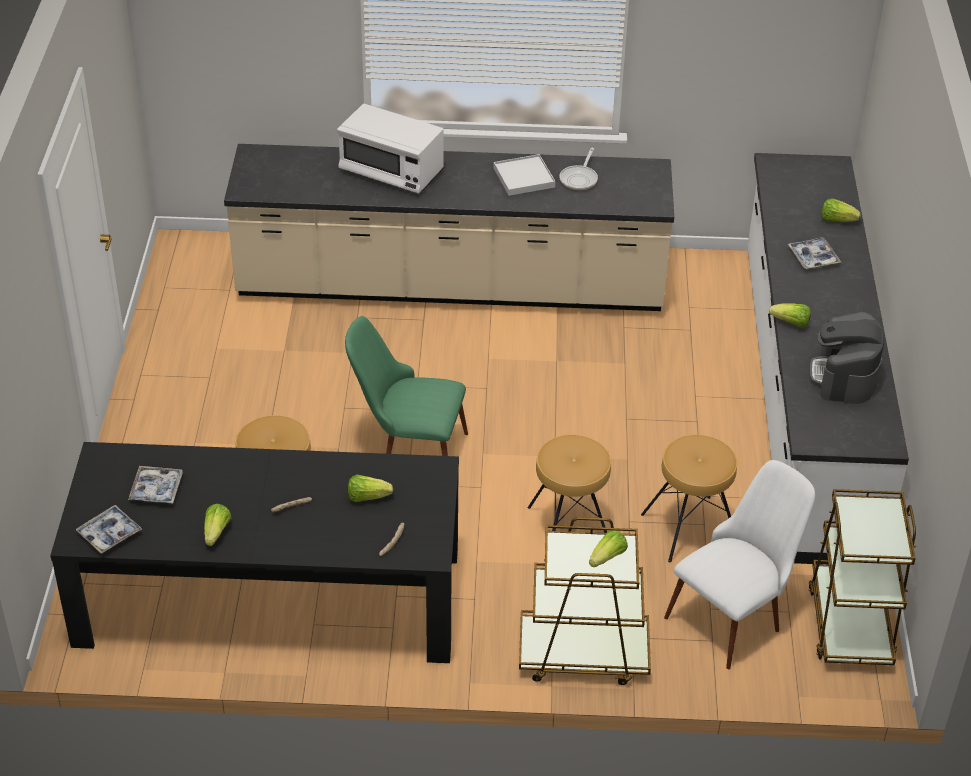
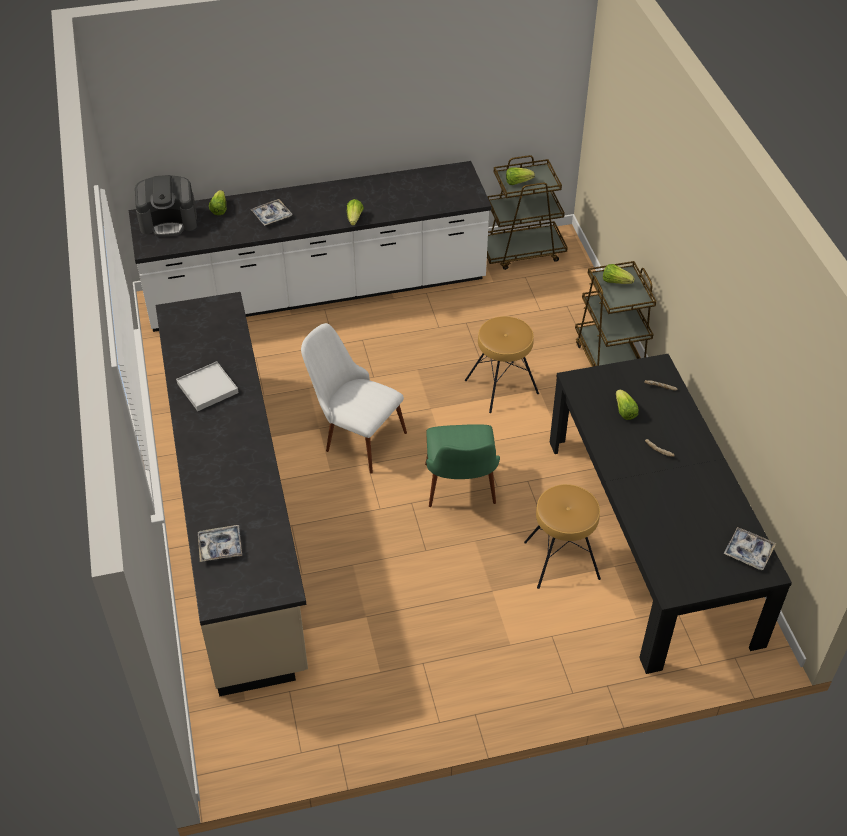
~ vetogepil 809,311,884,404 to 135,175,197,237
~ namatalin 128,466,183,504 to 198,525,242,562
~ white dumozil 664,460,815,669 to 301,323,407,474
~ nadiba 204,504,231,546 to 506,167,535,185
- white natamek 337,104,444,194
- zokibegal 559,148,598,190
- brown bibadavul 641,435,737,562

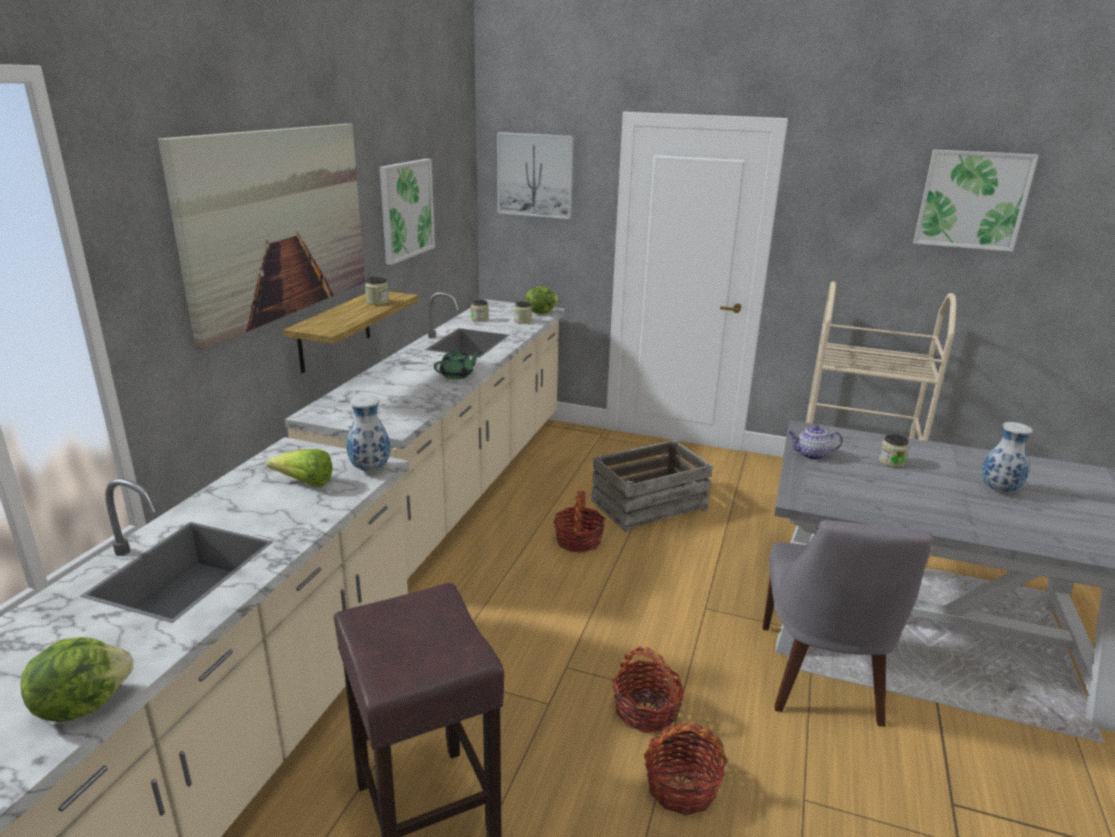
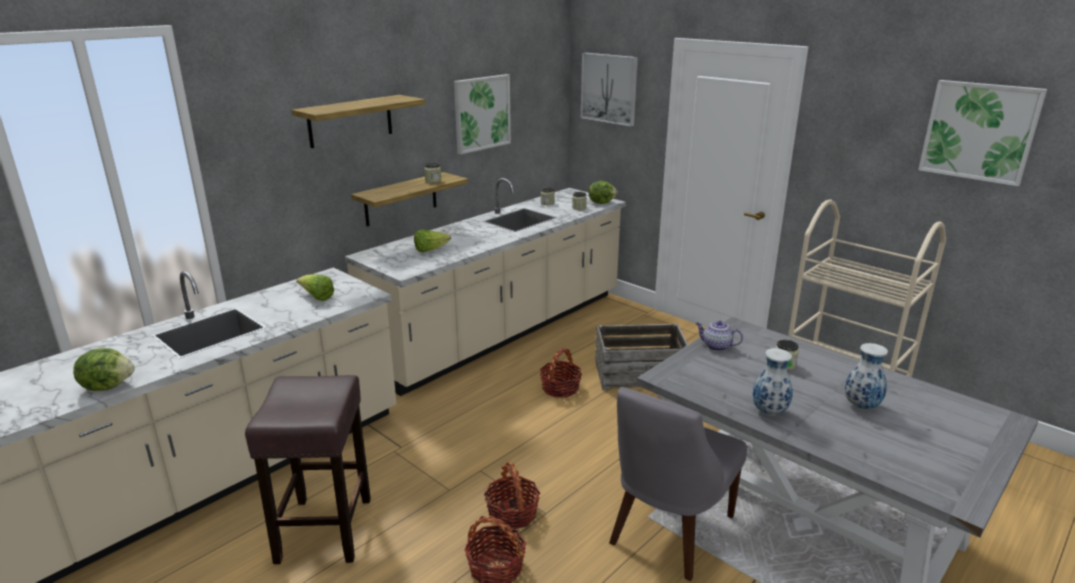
~ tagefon 158,124,365,350 to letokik 291,95,425,148
+ nadiba 414,229,451,252
~ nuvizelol 347,395,391,472 to 753,348,793,416
- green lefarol 434,350,481,379

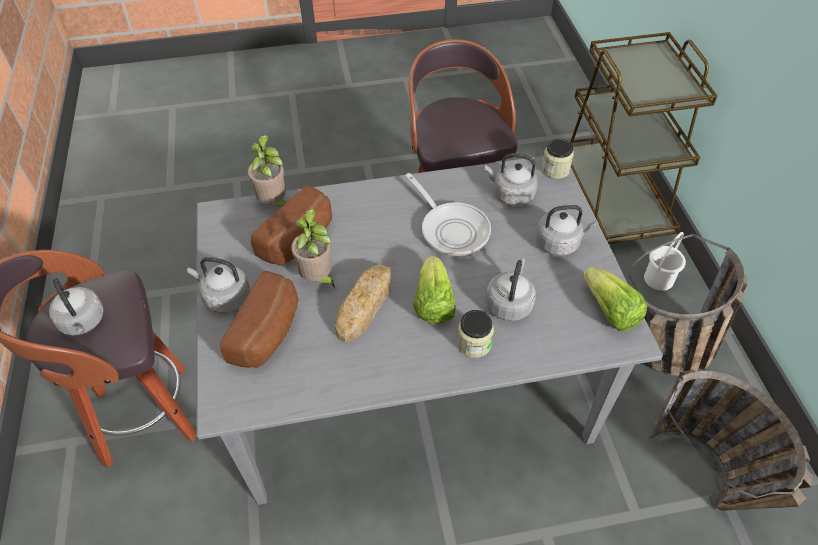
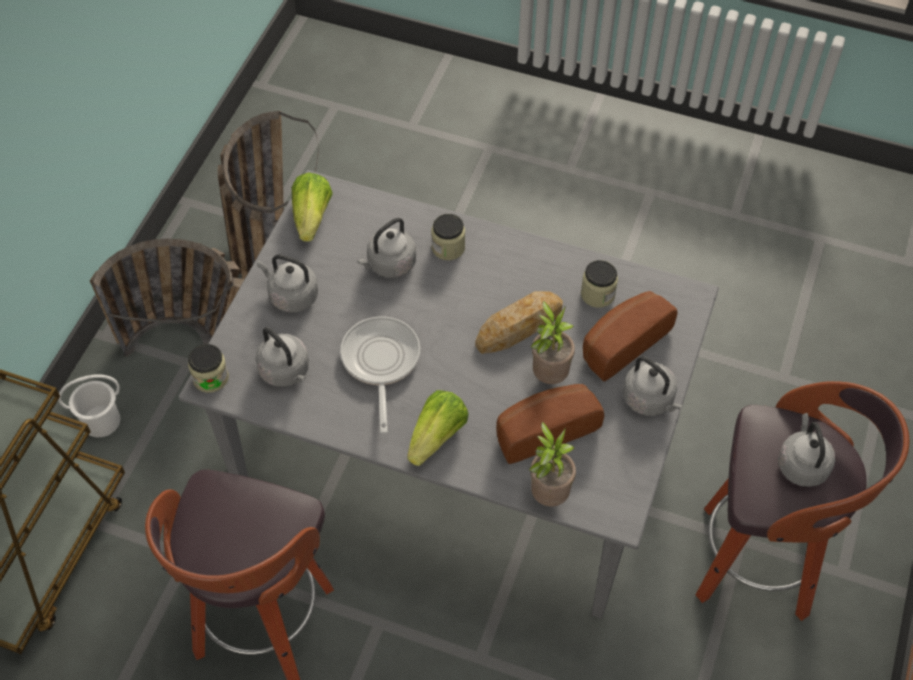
~ nadiba 413,256,456,324 to 407,390,469,466
+ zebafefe 581,260,618,308

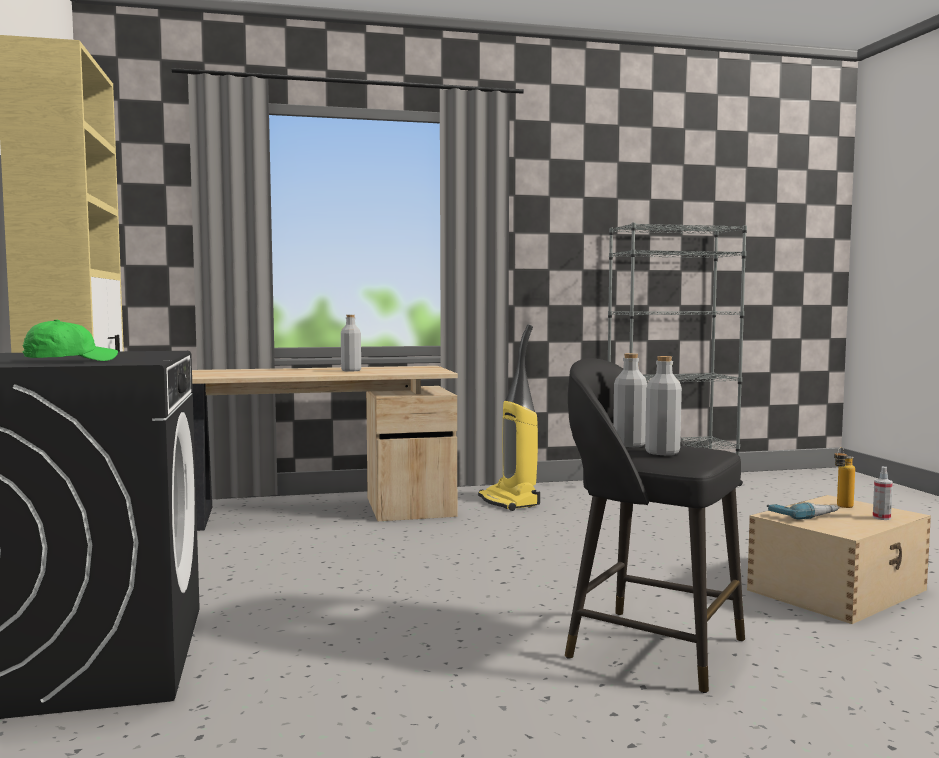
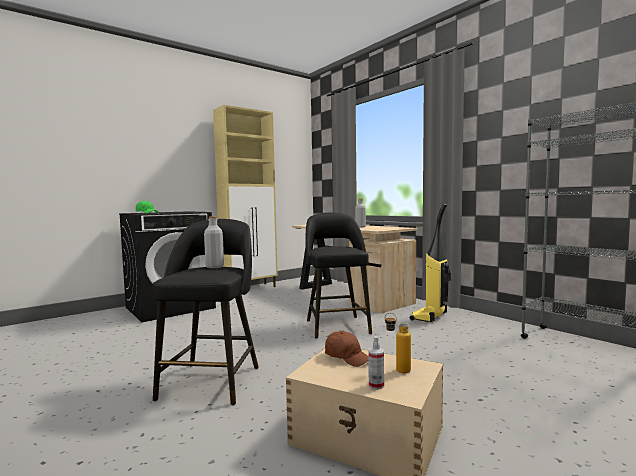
+ black bibadavul 305,213,372,339
~ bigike 767,502,839,519 to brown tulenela 325,331,369,367
- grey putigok 645,356,682,455

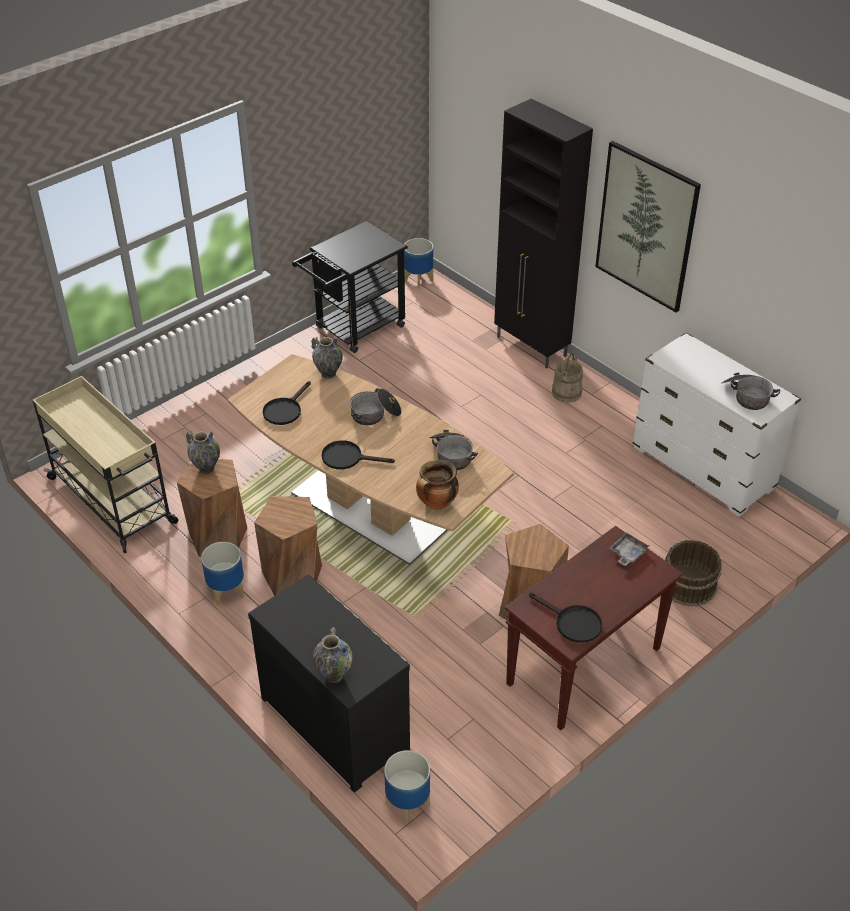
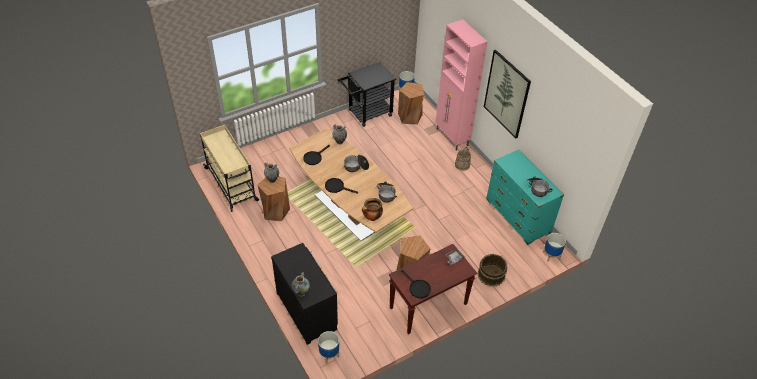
~ brown bibadavul 254,496,322,596 to 398,82,424,125
~ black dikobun 494,98,593,369 to pink dikobun 435,19,488,151
~ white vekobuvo 633,332,801,517 to turquoise vekobuvo 486,149,564,245
~ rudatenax 201,542,244,606 to 543,233,566,262

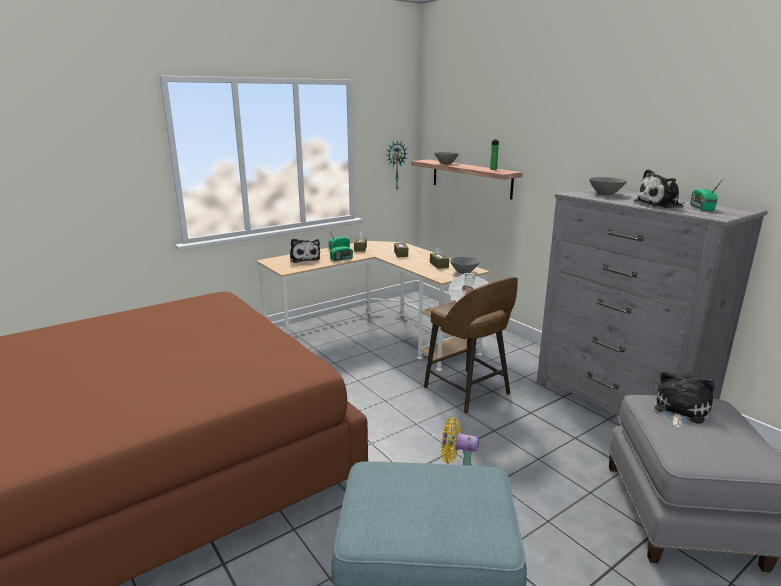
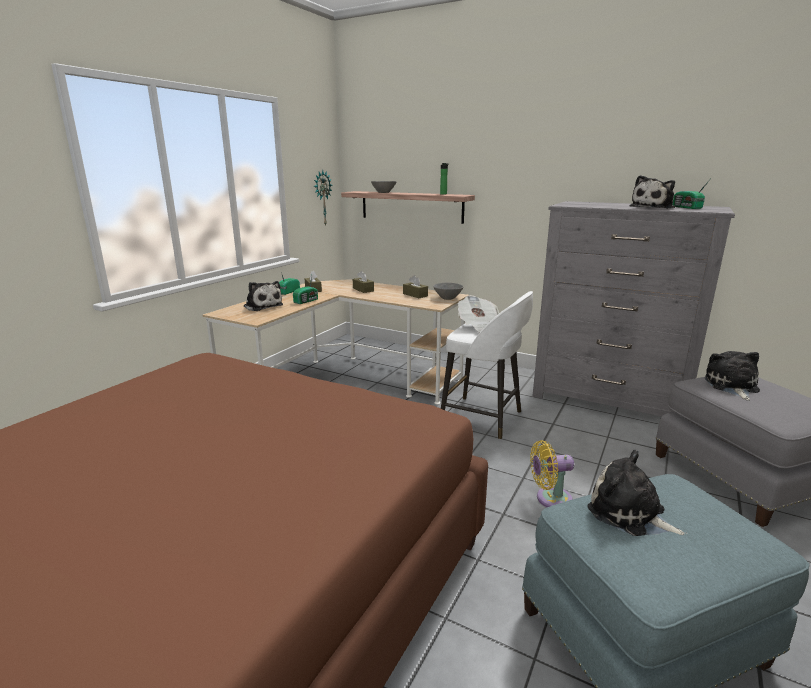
~ brown bibadavul 424,277,518,414 to white bibadavul 441,291,533,439
+ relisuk 587,450,685,536
- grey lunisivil 589,177,627,195

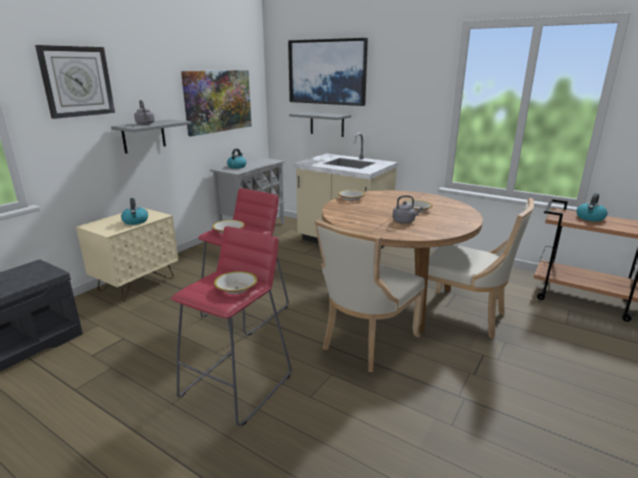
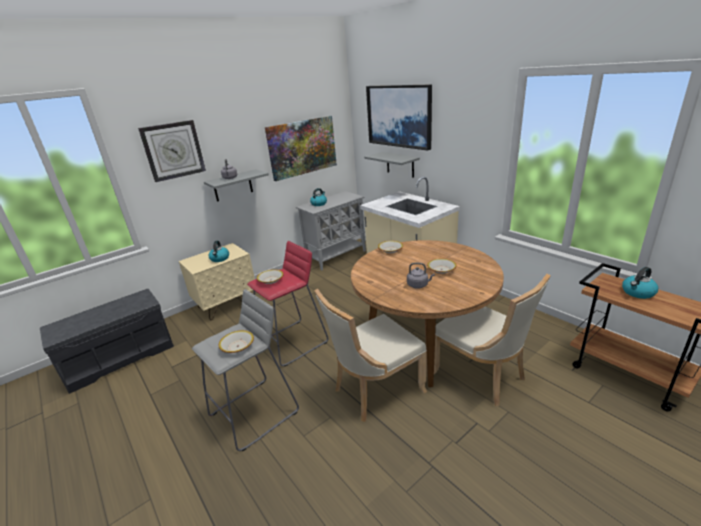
~ red bibadavul 171,226,292,426 to grey bibadavul 192,289,299,451

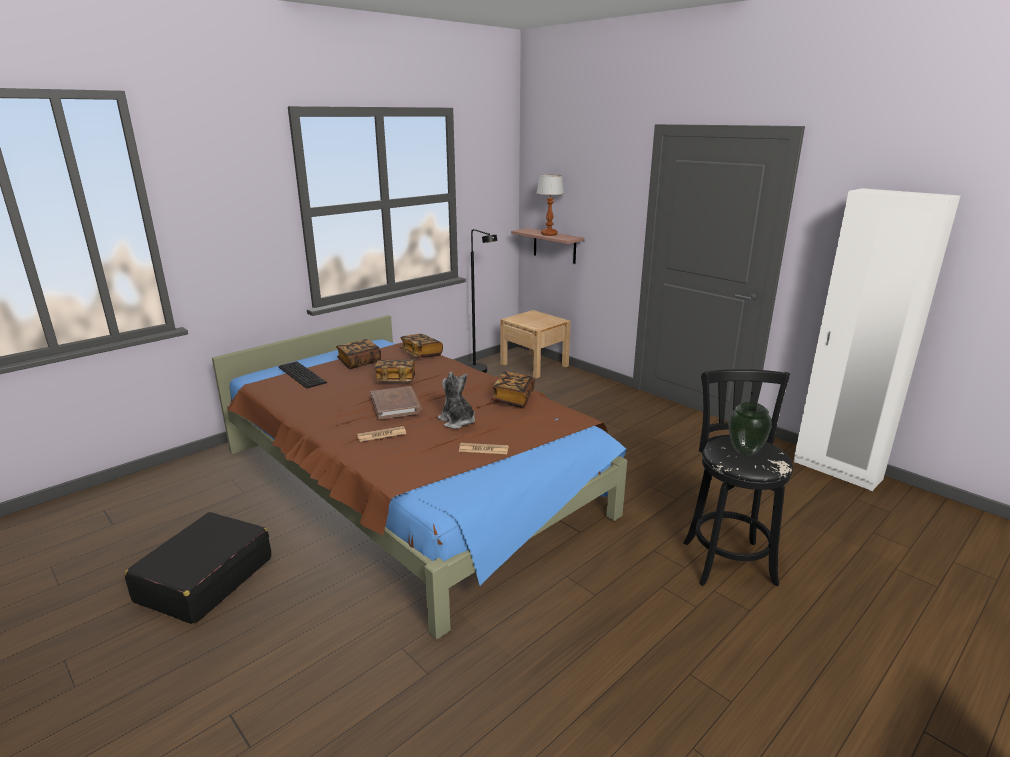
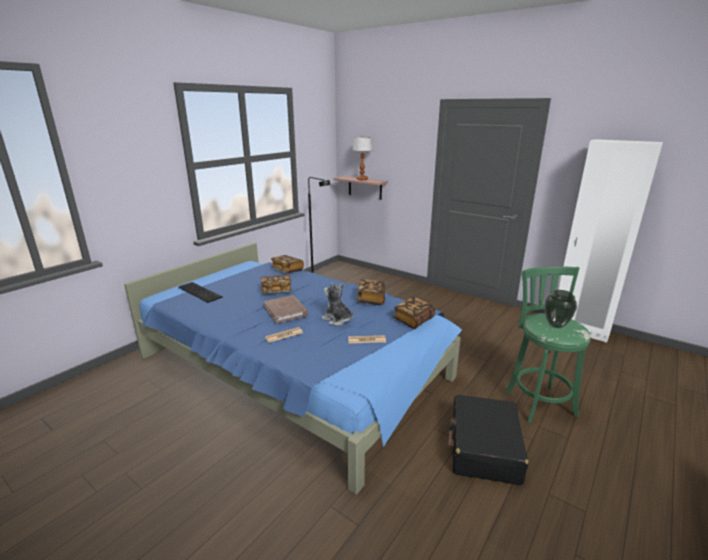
~ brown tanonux 212,315,627,639 to blue tanonux 124,243,462,495
~ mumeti 336,339,381,369 to 393,297,435,329
~ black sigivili 124,512,271,624 to 448,395,528,485
~ black bibadavul 683,369,793,586 to green bibadavul 505,266,591,424
- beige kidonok 500,310,571,378

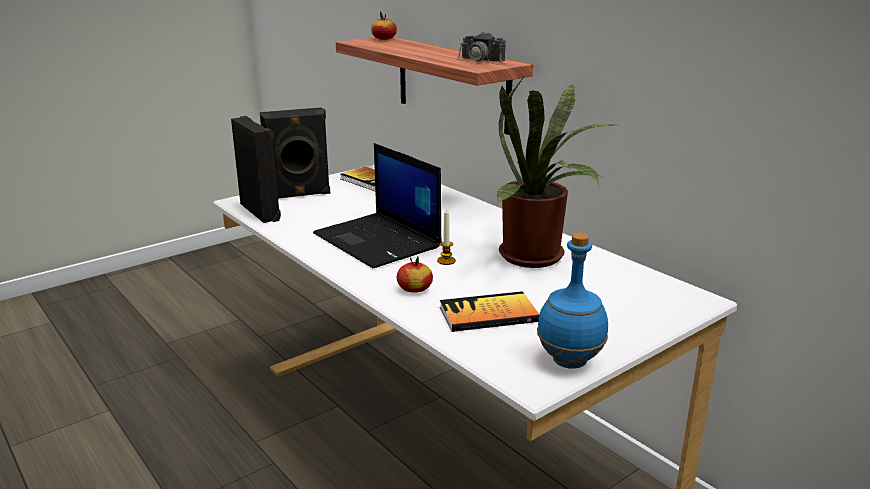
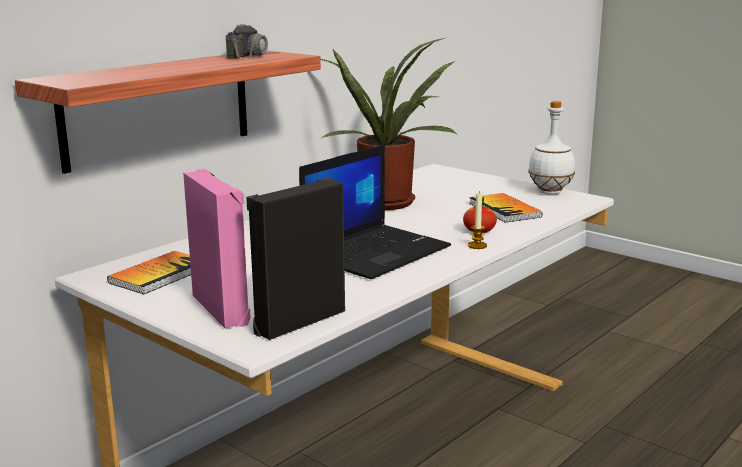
~ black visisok 260,107,330,199 to pink visisok 183,169,251,329
~ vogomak 437,210,456,265 to 468,191,487,249
~ blue putigok 537,233,608,369 to white putigok 528,101,575,194
- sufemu 371,11,397,40

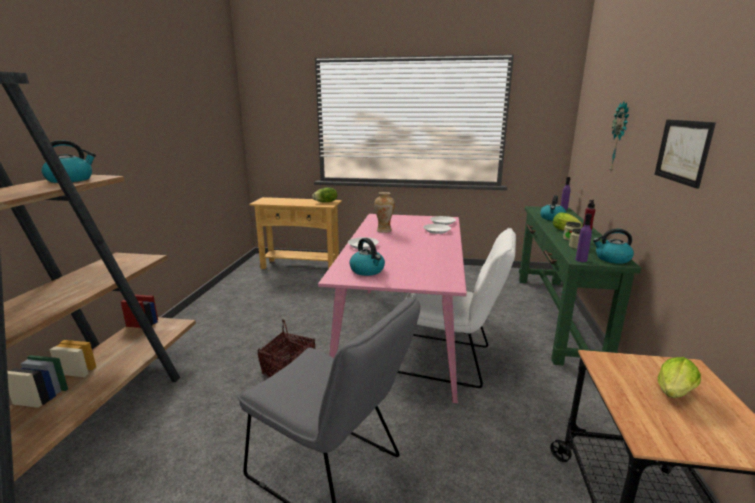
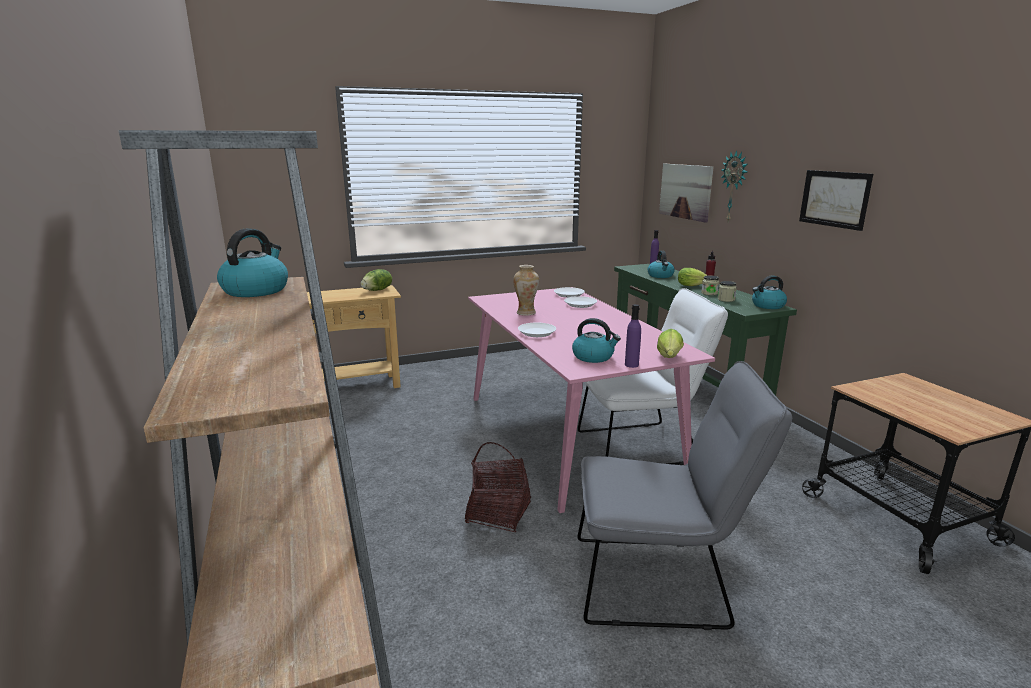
~ purple putigok 575,213,592,262 to 625,304,641,368
~ nadiba 657,357,701,398 to 657,329,684,358
+ tagefon 659,163,714,223

